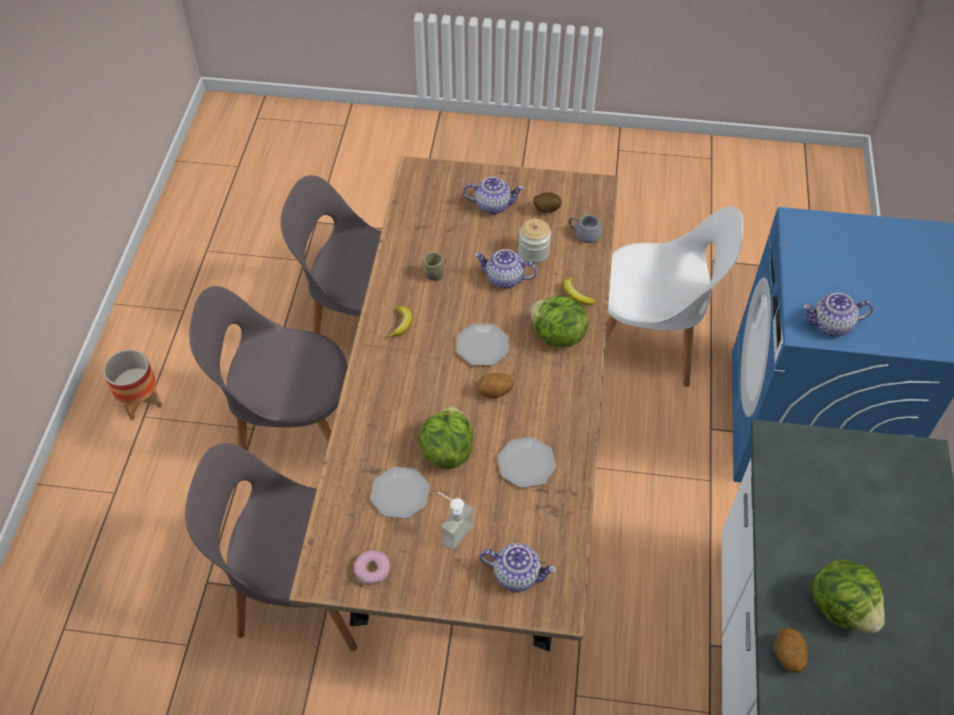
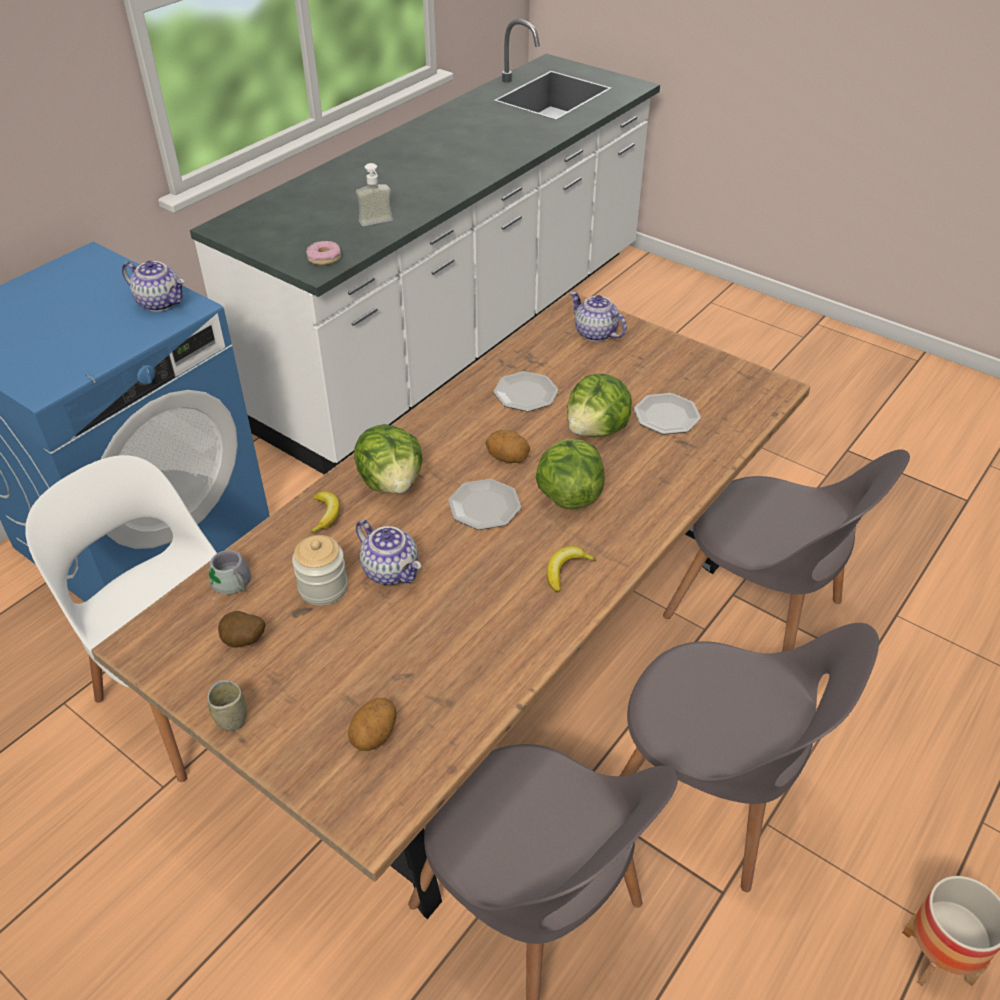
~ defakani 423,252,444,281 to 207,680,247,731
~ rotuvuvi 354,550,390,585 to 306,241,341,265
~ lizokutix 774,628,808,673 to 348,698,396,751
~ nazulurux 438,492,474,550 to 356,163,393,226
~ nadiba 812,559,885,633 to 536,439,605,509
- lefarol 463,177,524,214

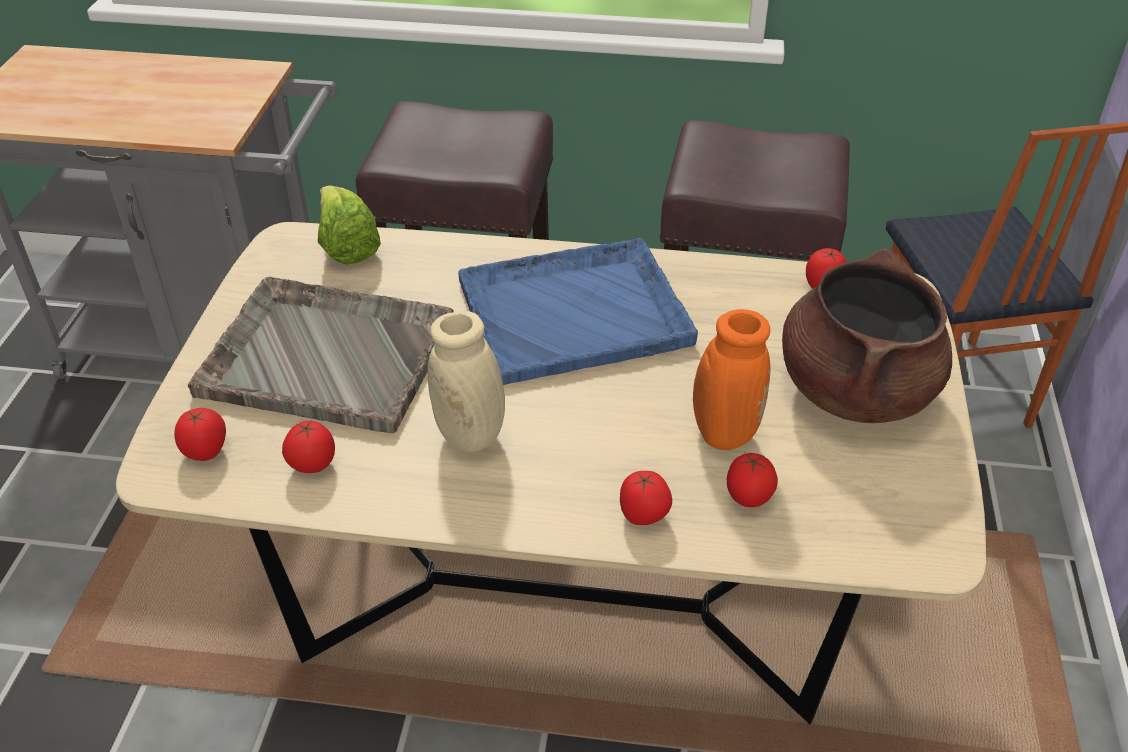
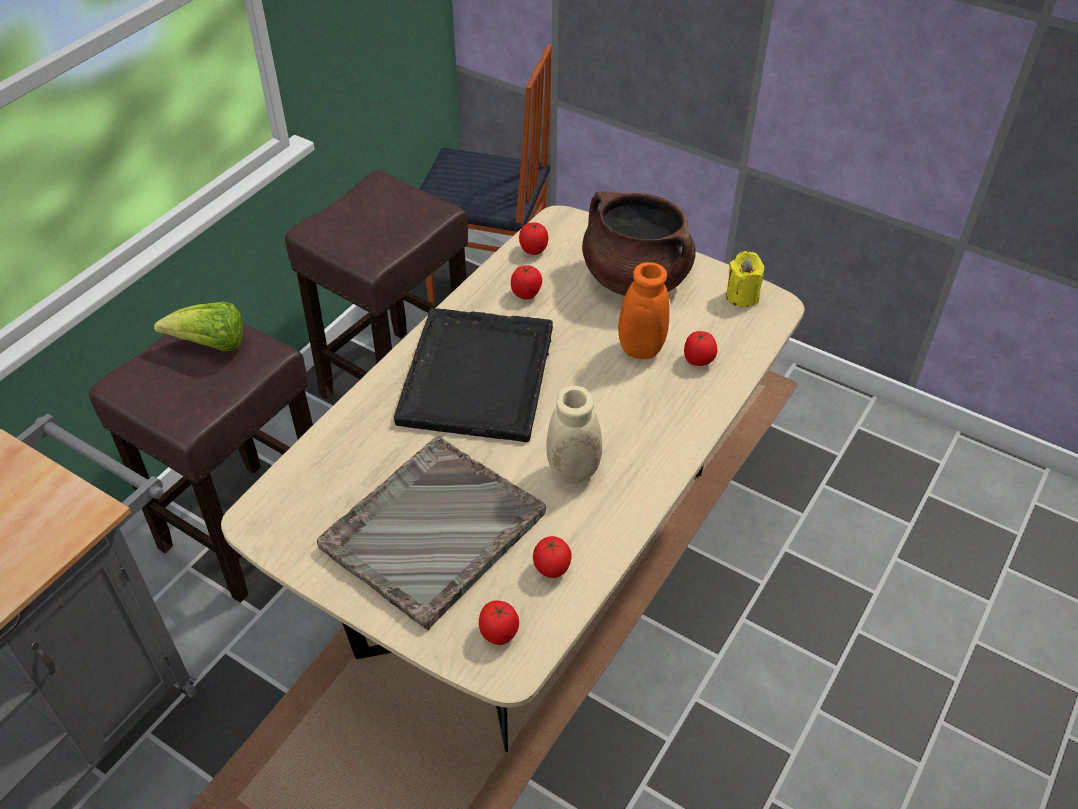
~ nadiba 318,185,381,265 to 154,302,243,352
~ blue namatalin 458,238,698,385 to black namatalin 394,308,553,442
~ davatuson 620,471,672,525 to 511,265,542,300
+ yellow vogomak 726,251,764,307

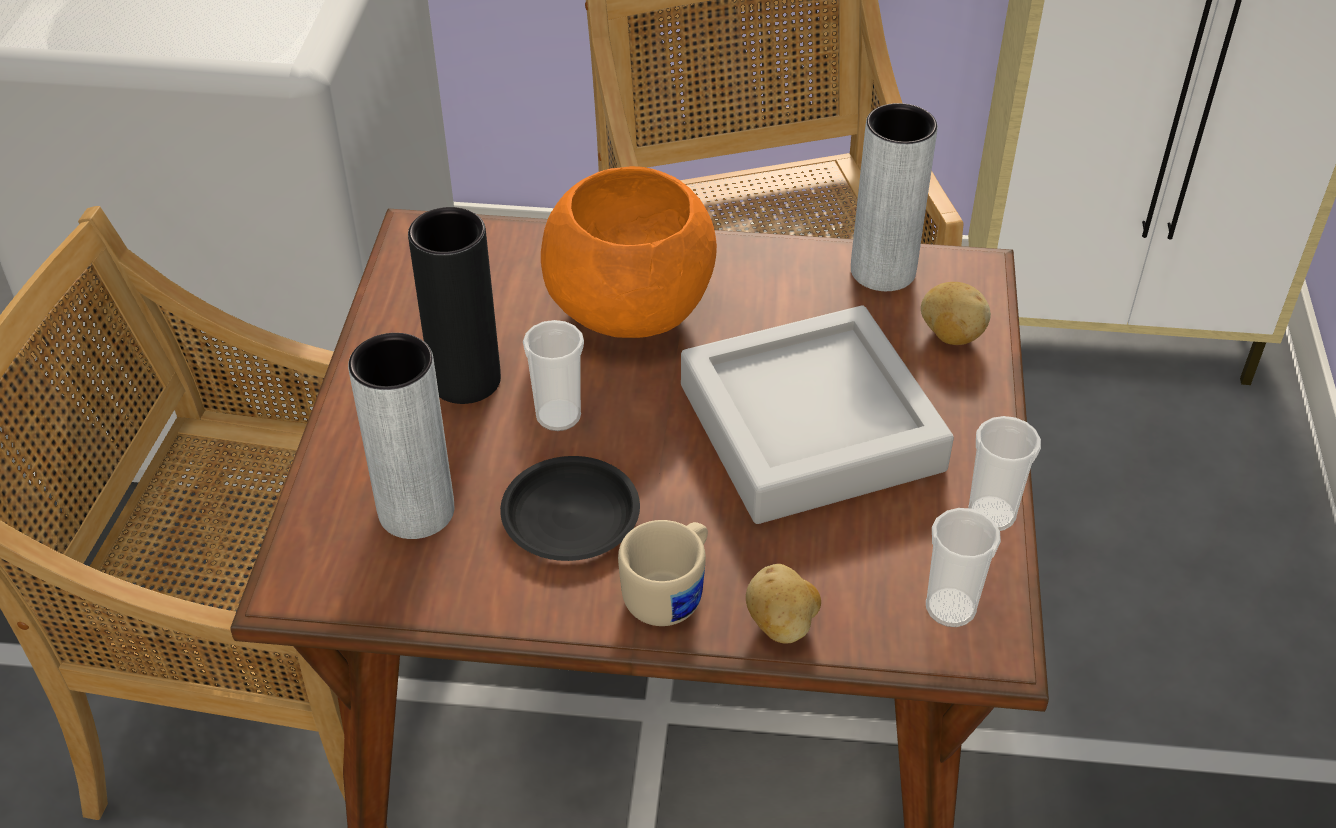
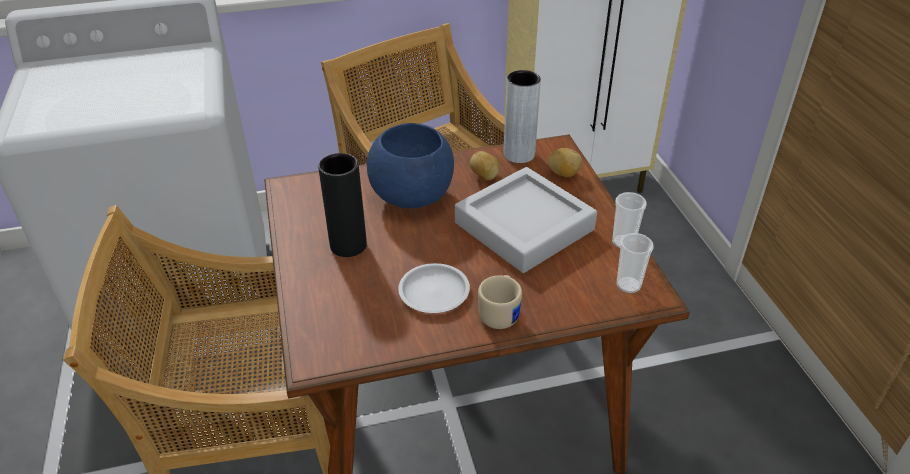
~ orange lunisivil 541,166,717,338 to blue lunisivil 367,123,454,208
~ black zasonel 500,456,640,561 to white zasonel 398,263,470,313
~ lizokutix 746,564,821,643 to 470,151,499,181
- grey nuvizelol 348,333,454,539
- defakani 523,320,584,431

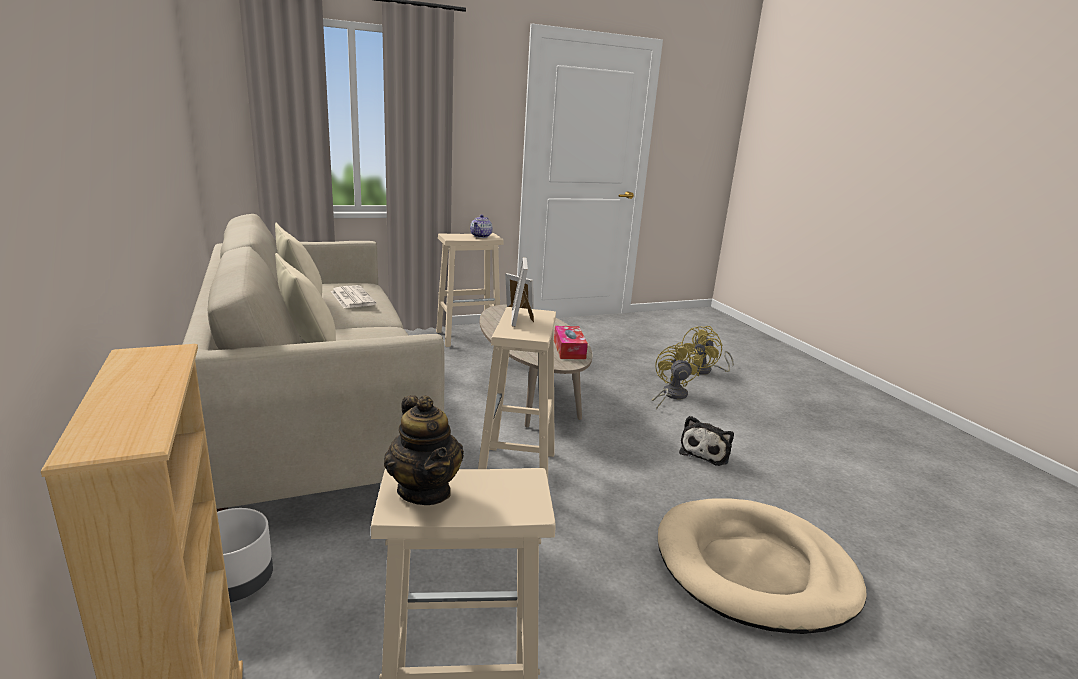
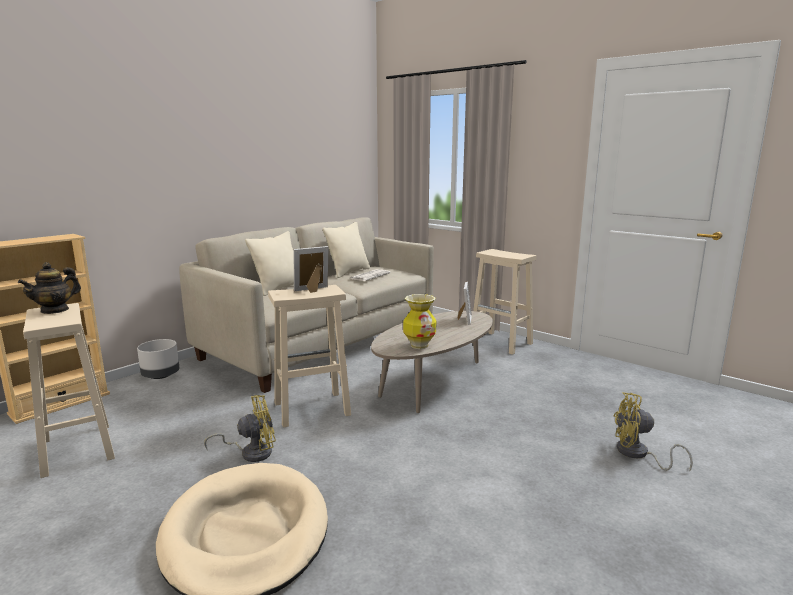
~ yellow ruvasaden 652,342,702,410 to 204,395,276,462
~ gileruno 554,326,588,359 to nuvizelol 403,294,437,349
- lefarol 470,215,492,238
- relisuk 679,416,734,466

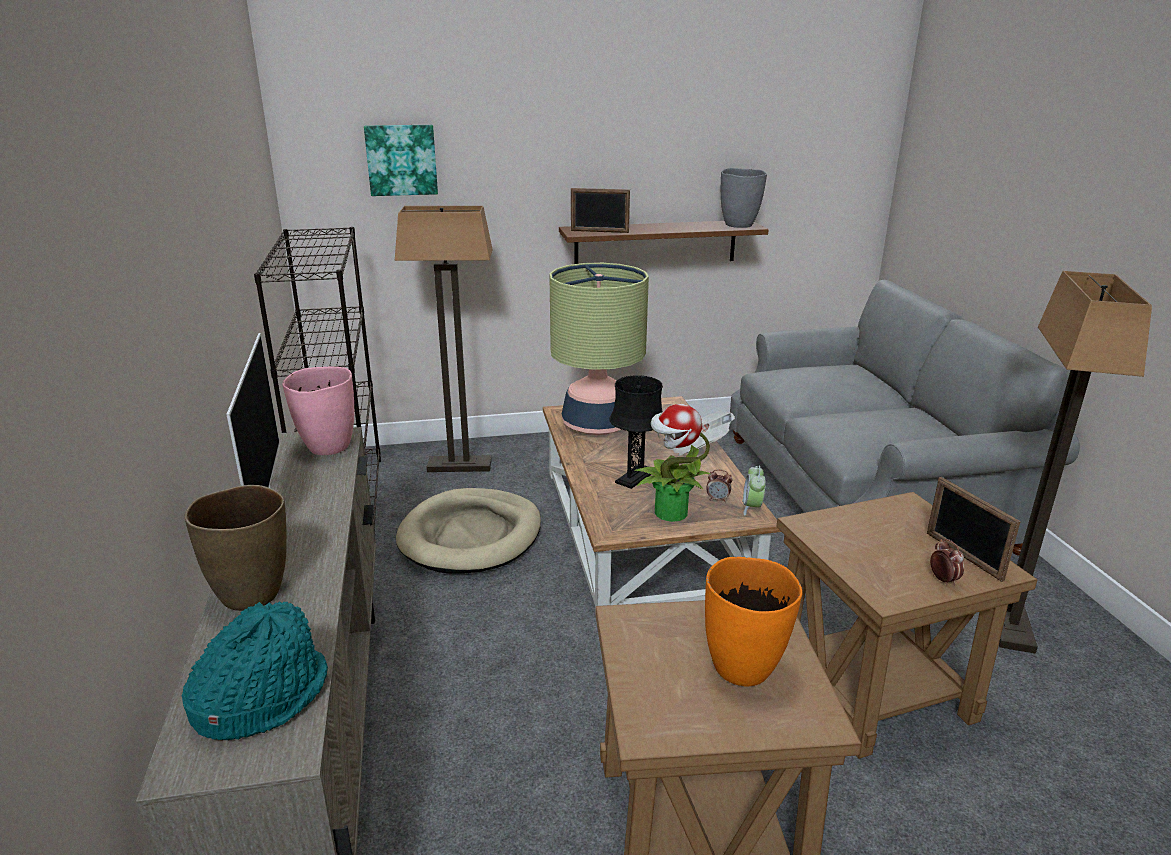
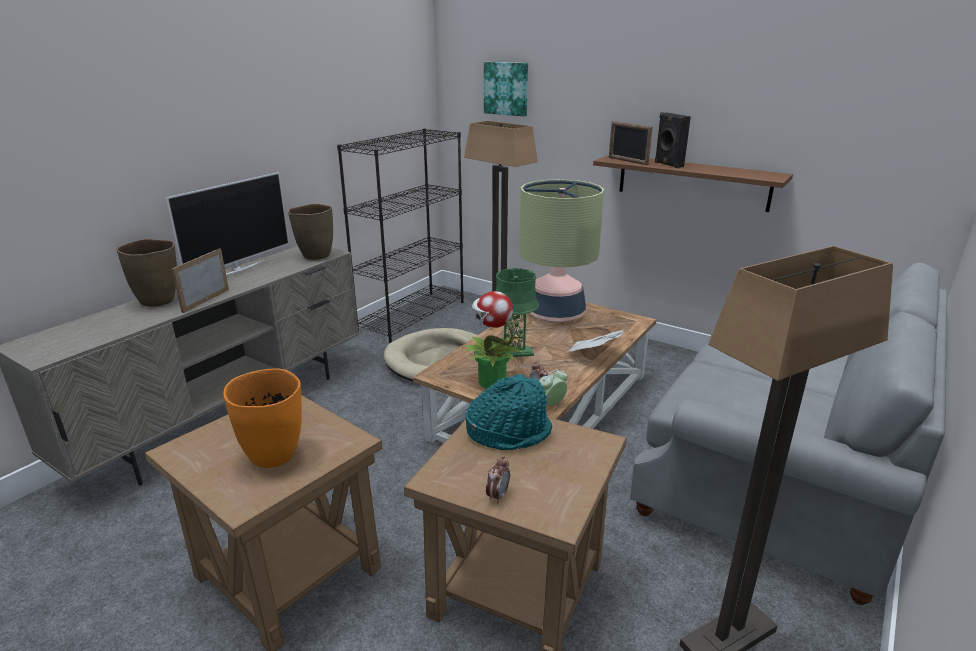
~ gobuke 927,477,1021,582 to 172,249,229,313
~ pink nuvizelol 282,367,354,455 to brown nuvizelol 288,204,333,260
~ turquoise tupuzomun 182,601,328,740 to 465,374,552,450
~ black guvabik 610,375,663,489 to green guvabik 496,268,539,357
+ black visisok 655,112,691,168
- grey nuvizelol 721,168,767,228

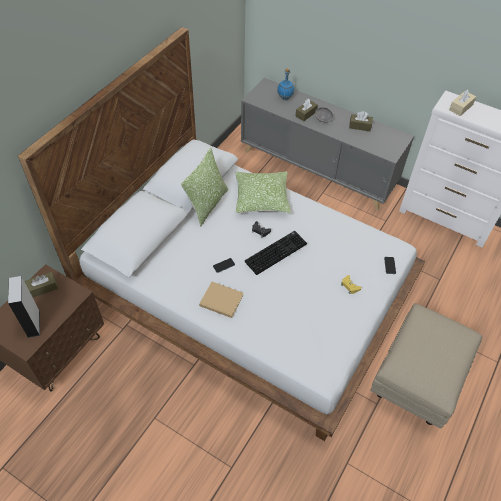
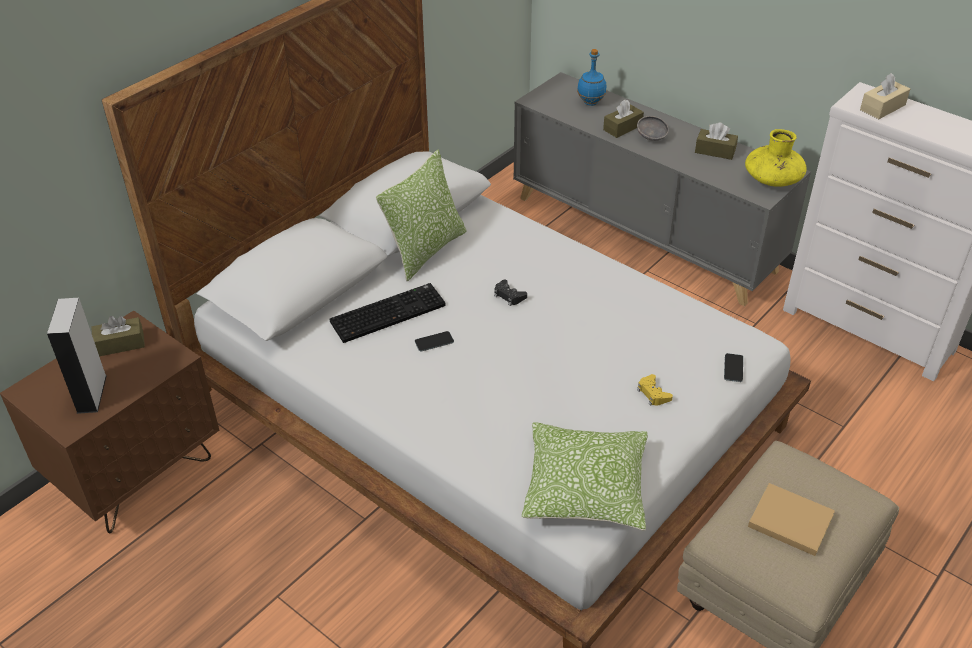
~ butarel 245,231,307,275 to 330,283,446,343
~ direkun 235,171,291,213 to 522,422,648,531
+ yellow nuvizelol 745,129,807,187
~ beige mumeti 199,282,244,318 to 748,483,835,556

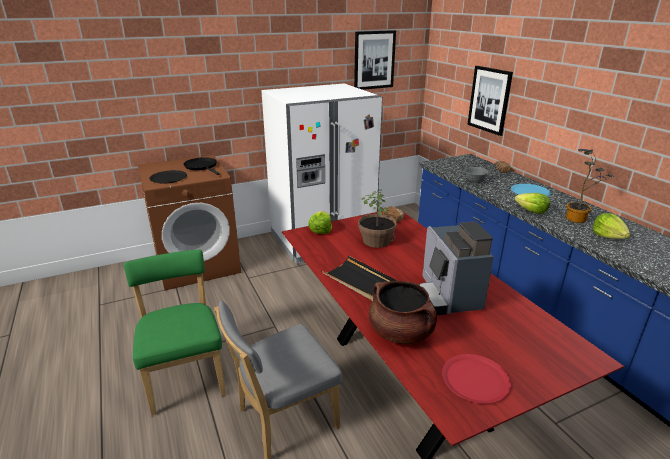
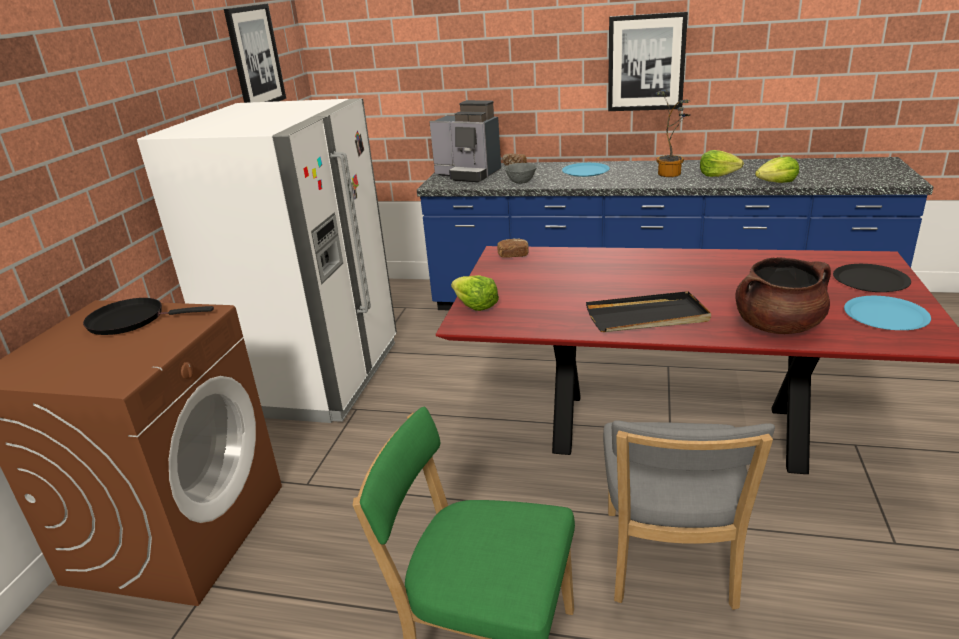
~ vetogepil 419,221,494,315 to 429,100,501,183
~ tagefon 467,66,513,136 to 608,12,688,111
~ nadiba 515,193,550,214 to 755,156,799,183
~ black zasonel 149,170,187,184 to 833,264,911,292
~ red zasonel 442,354,511,404 to blue zasonel 844,296,931,330
- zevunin 358,190,397,248

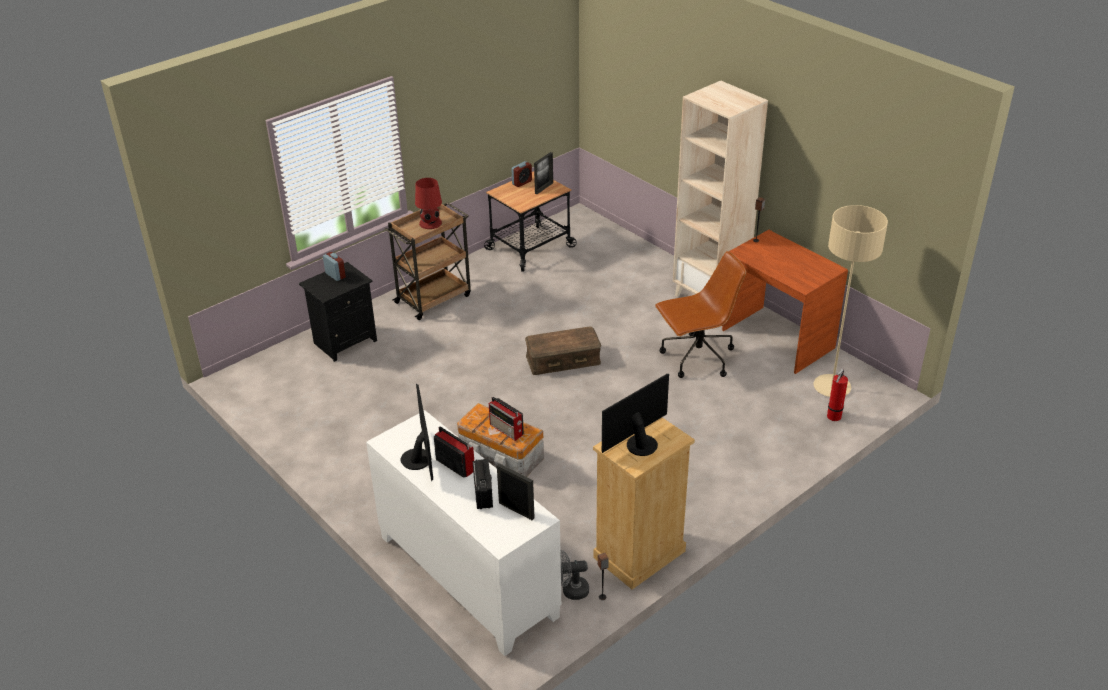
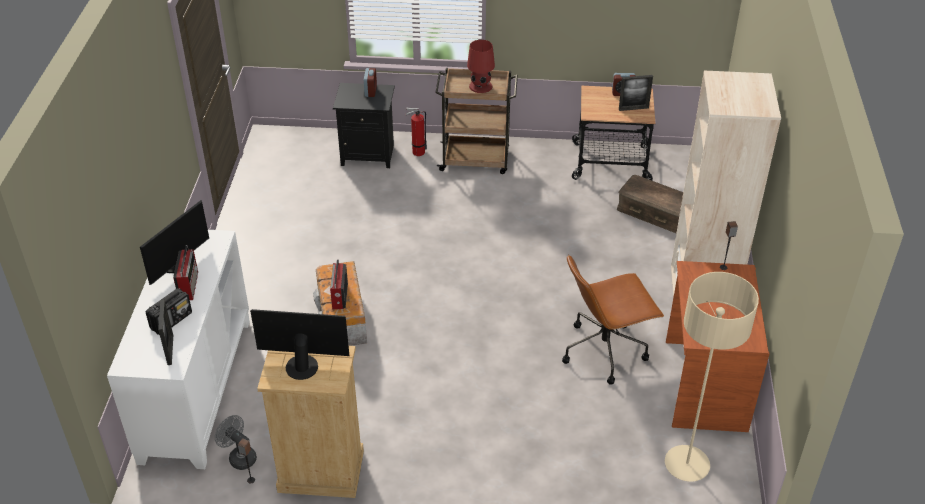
~ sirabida 827,369,848,421 to 405,108,427,156
~ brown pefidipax 655,251,747,378 = 562,254,664,385 135 degrees clockwise
~ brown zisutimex 525,327,601,375 to 617,175,683,233

